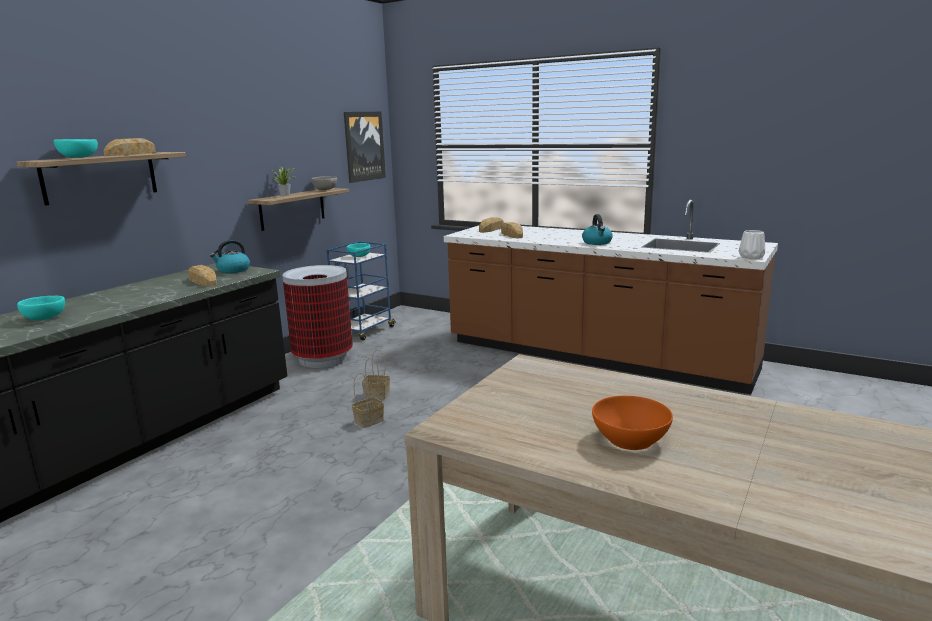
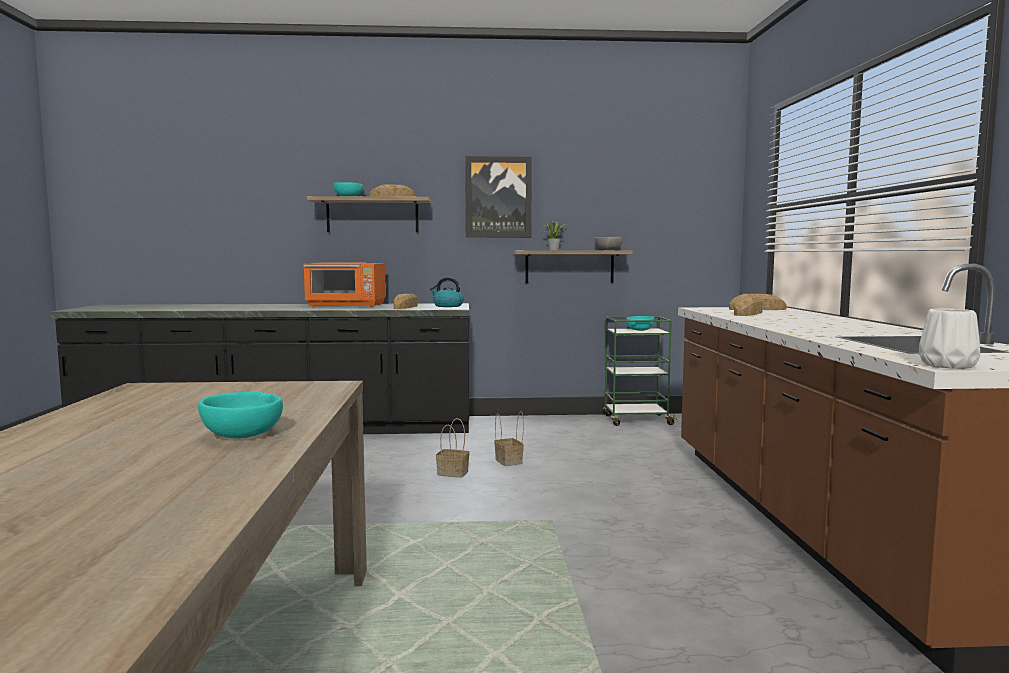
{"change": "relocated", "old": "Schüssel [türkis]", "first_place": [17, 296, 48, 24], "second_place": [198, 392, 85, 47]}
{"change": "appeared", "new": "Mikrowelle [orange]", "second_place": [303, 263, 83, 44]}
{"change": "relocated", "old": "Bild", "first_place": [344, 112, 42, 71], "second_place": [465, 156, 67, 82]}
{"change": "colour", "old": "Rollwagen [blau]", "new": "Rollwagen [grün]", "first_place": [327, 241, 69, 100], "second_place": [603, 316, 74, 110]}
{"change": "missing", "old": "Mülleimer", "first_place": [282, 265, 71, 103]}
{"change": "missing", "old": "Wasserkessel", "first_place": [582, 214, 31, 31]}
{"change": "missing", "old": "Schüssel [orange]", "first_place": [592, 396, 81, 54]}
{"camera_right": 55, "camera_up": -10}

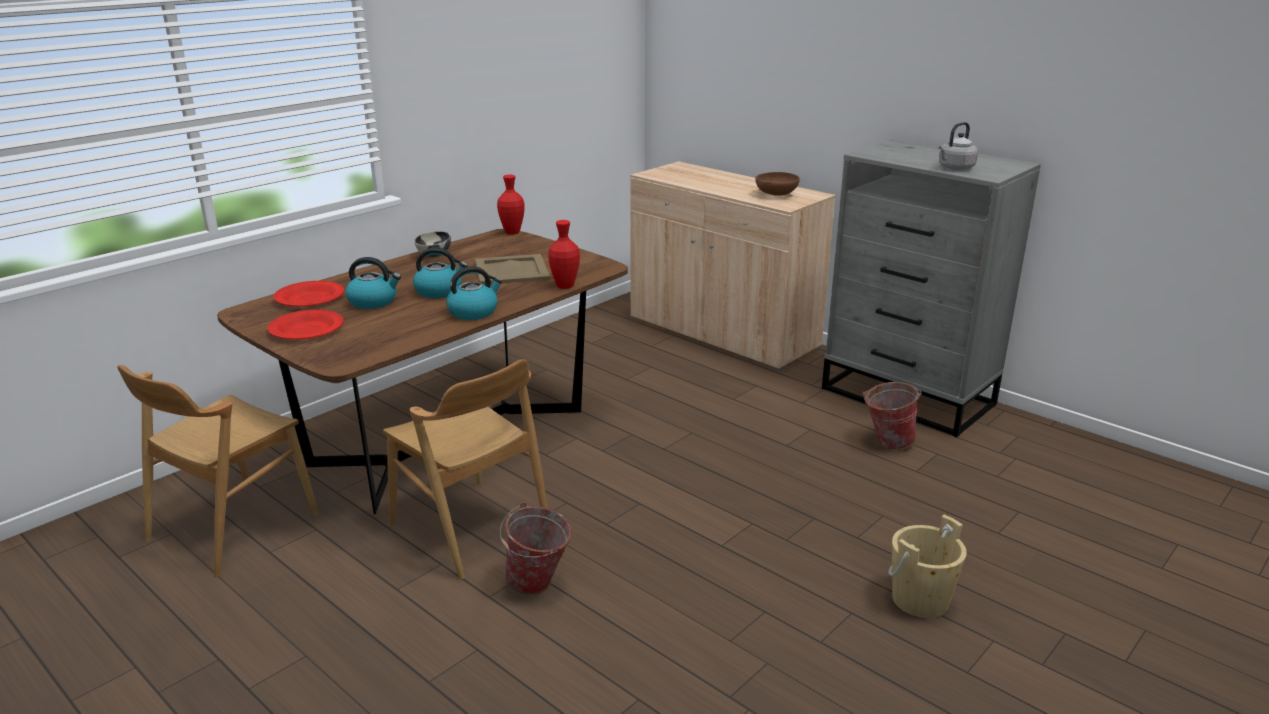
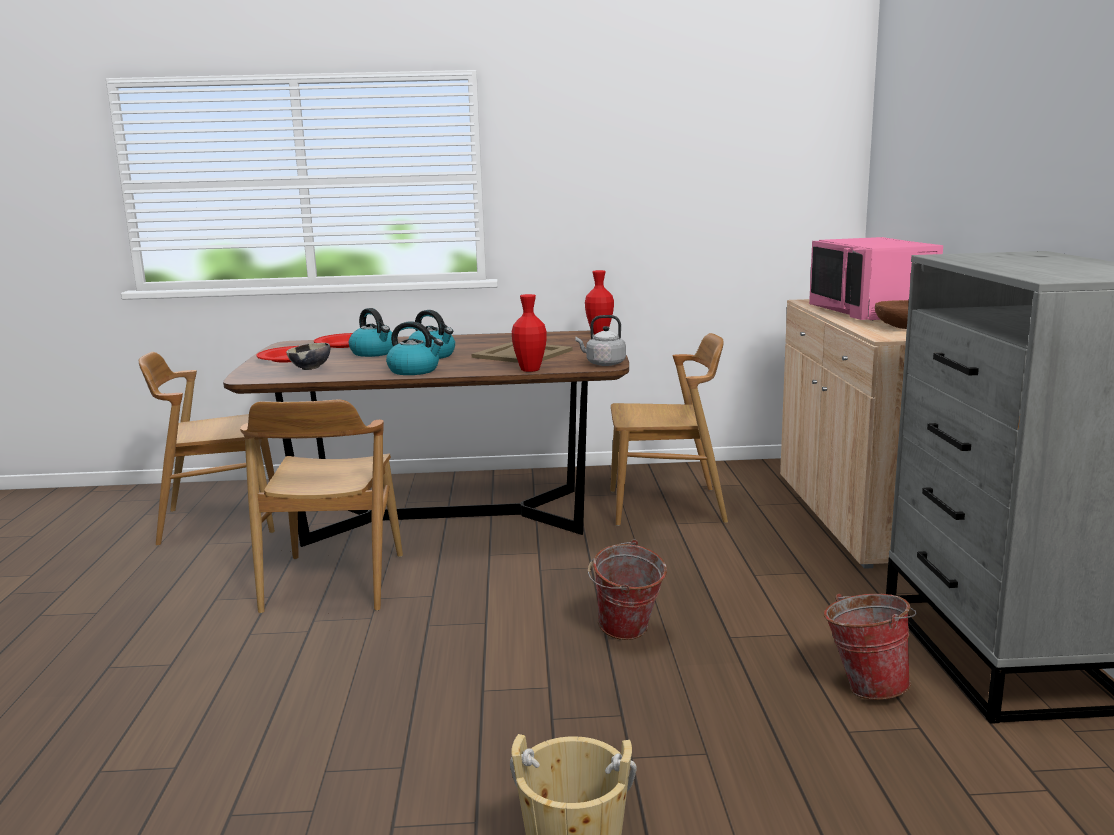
{"change": "relocated", "old": "Schüssel", "first_place": [414, 231, 37, 27], "second_place": [286, 343, 44, 27]}
{"change": "relocated", "old": "Wasserkessel [grau]", "first_place": [938, 122, 40, 48], "second_place": [575, 315, 51, 51]}
{"change": "relocated", "old": "Eimer", "first_place": [500, 502, 72, 92], "second_place": [588, 540, 79, 100]}
{"change": "appeared", "new": "Stuhl [braun]", "second_place": [610, 333, 118, 193]}
{"change": "appeared", "new": "Mikrowelle [rosa]", "second_place": [809, 237, 134, 84]}
{"camera_right": 45, "camera_up": -10}

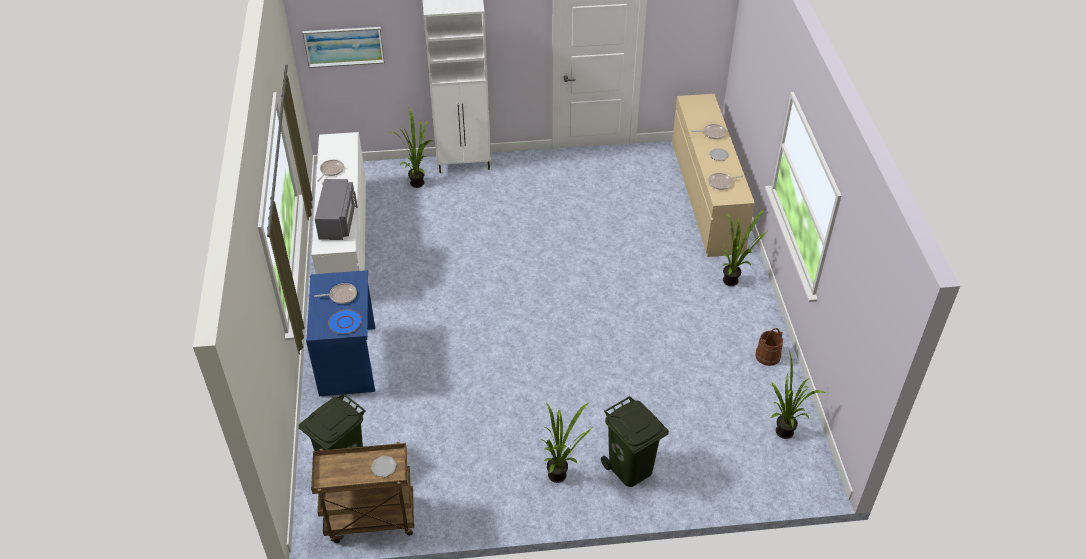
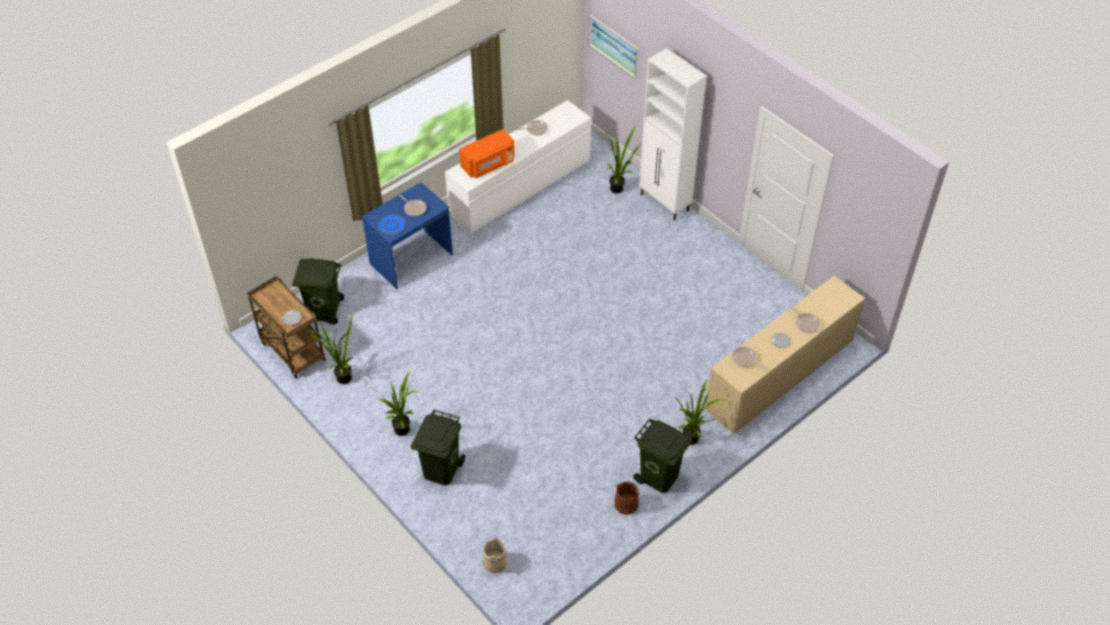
{"change": "relocated", "old": "Topfpflanze", "first_place": [770, 351, 55, 88], "second_place": [306, 314, 47, 70]}
{"change": "colour", "old": "Mikrowelle [grau]", "new": "Mikrowelle [orange]", "first_place": [315, 179, 43, 61], "second_place": [459, 129, 56, 49]}
{"change": "appeared", "new": "Eimer [beige]", "second_place": [482, 536, 26, 37]}
{"change": "appeared", "new": "Mülleimer [grün]", "second_place": [633, 419, 59, 74]}
{"camera_right": 55, "camera_up": 5}

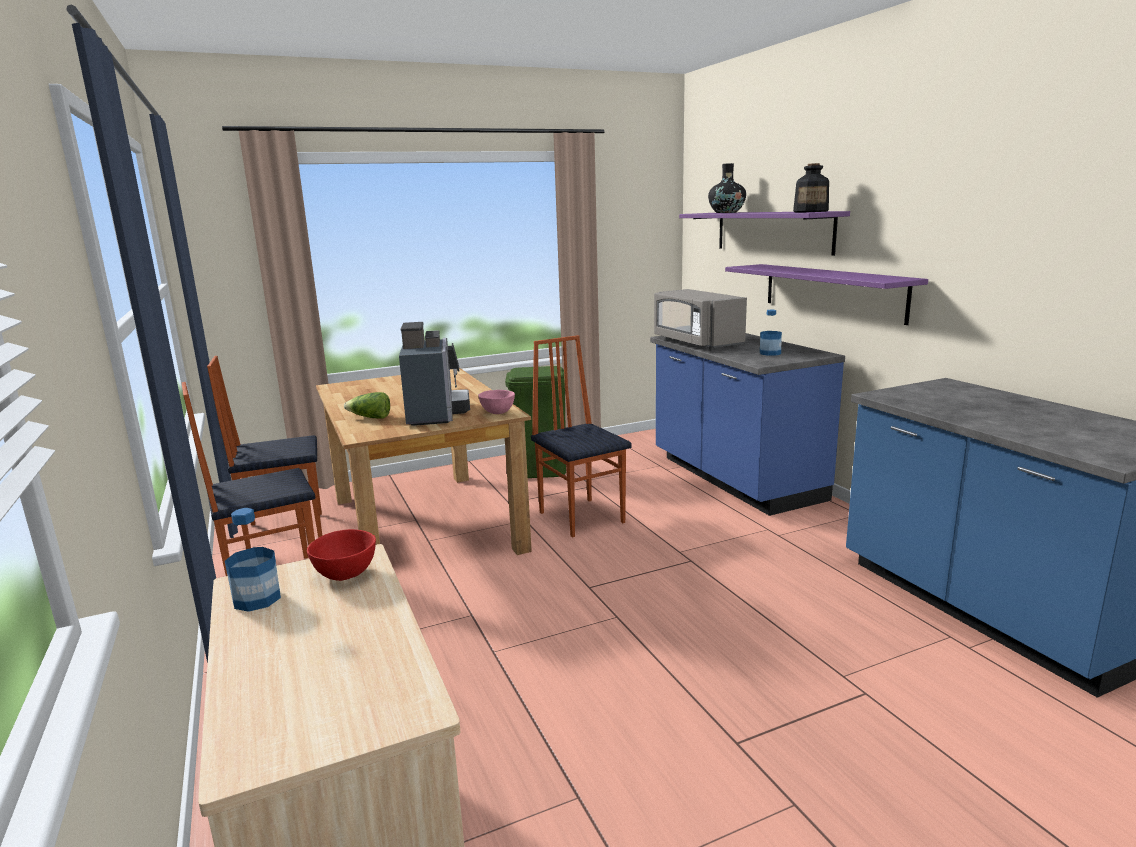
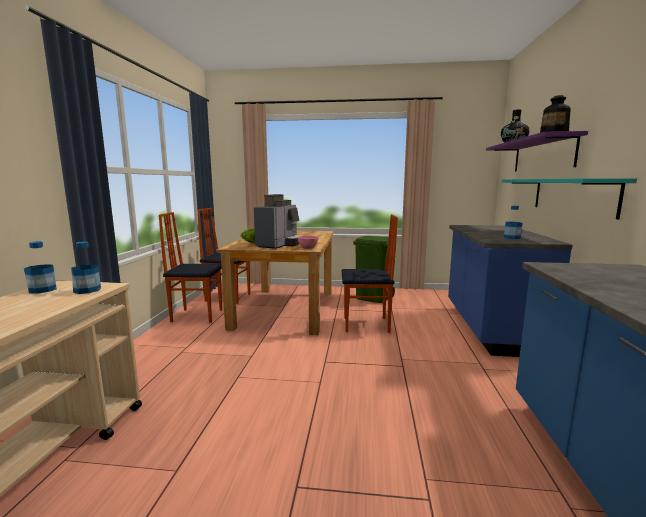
{"change": "exchanged", "old": "Schüssel [rot]", "new": "Flasche", "first_place": [307, 529, 69, 52], "second_place": [71, 241, 30, 53]}
{"change": "spun", "old": "Stuhl", "first_place": [531, 335, 101, 203], "second_place": [342, 214, 56, 119], "degrees": 90}
{"change": "colour", "old": "Wandregal [lila]", "new": "Wandregal [türkis]", "first_place": [725, 264, 203, 61], "second_place": [502, 178, 135, 42]}
{"change": "missing", "old": "Mikrowelle [grau]", "first_place": [654, 289, 93, 61]}
{"camera_right": 30, "camera_up": -5}

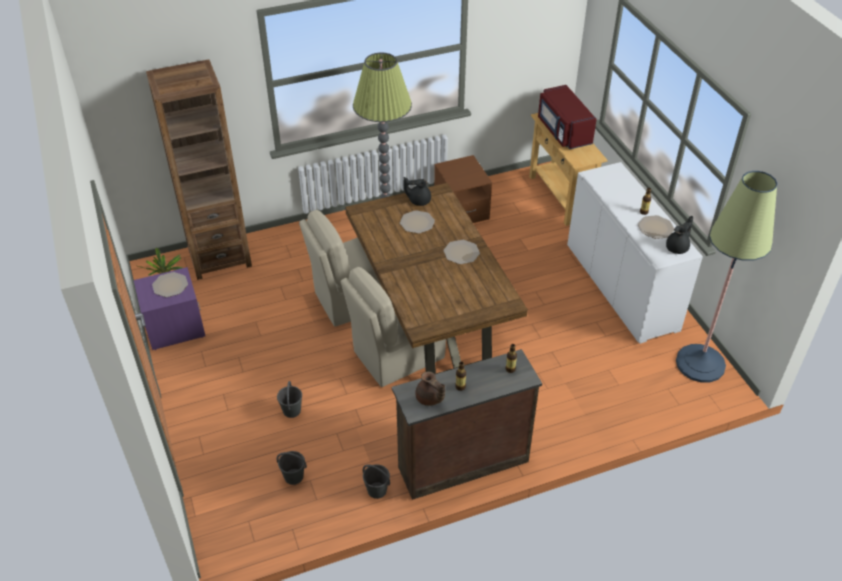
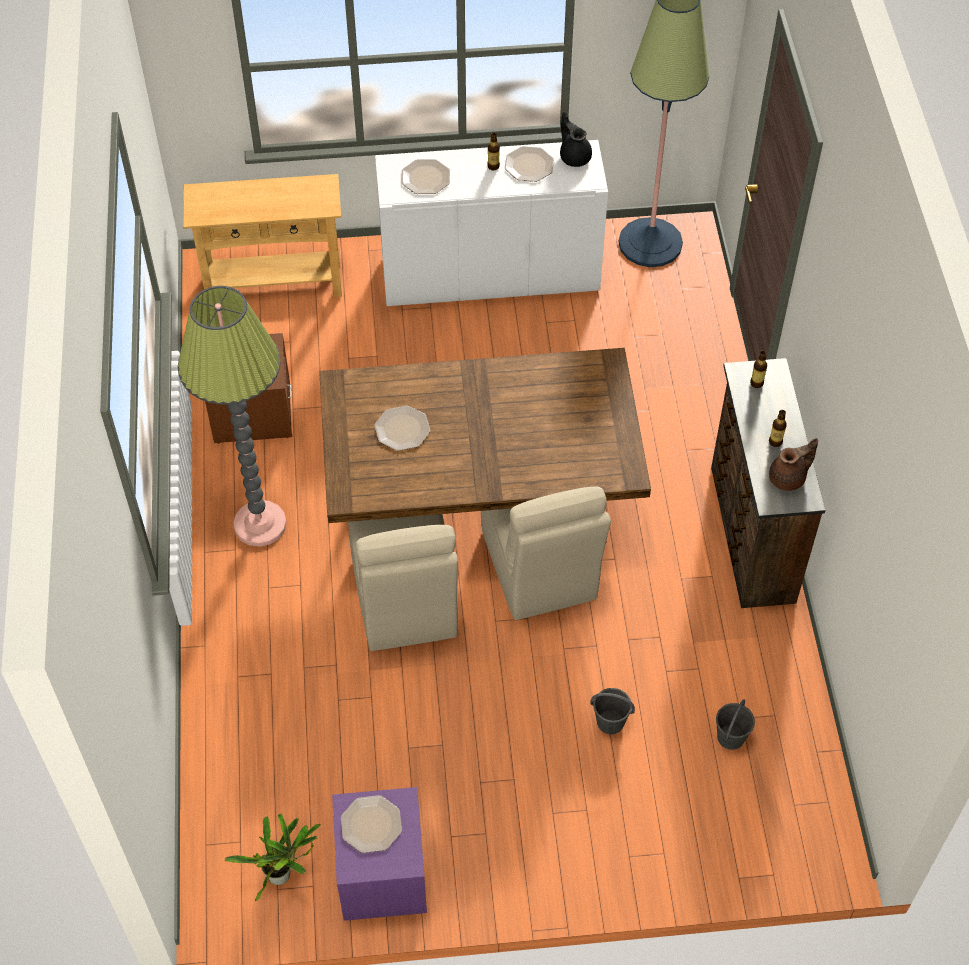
{"change": "relocated", "old": "Teller", "first_place": [444, 240, 36, 24], "second_place": [402, 159, 48, 35]}
{"change": "missing", "old": "Bücherregal [braun]", "first_place": [146, 59, 106, 221]}
{"change": "missing", "old": "Eimer [grau]", "first_place": [363, 464, 27, 35]}
{"change": "missing", "old": "Teekanne [schwarz]", "first_place": [404, 177, 27, 29]}
{"change": "missing", "old": "Mikrowelle [rot]", "first_place": [538, 85, 59, 64]}
{"camera_right": -75, "camera_up": 10}

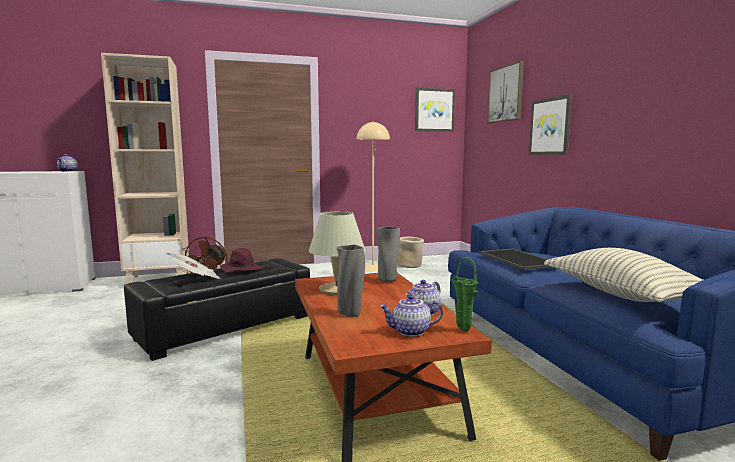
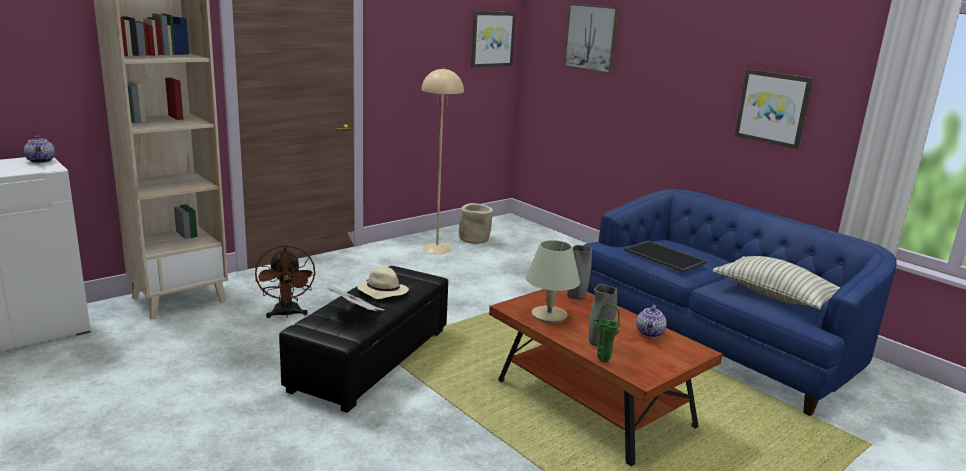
{"change": "colour", "old": "Hut [lila]", "new": "Hut [beige]", "first_place": [220, 248, 42, 25], "second_place": [357, 267, 52, 32]}
{"change": "relocated", "old": "Vase [grün]", "first_place": [452, 257, 27, 75], "second_place": [593, 303, 28, 59]}
{"change": "relocated", "old": "Bild", "first_place": [529, 94, 43, 61], "second_place": [735, 69, 78, 80]}
{"change": "missing", "old": "Teekanne", "first_place": [379, 295, 64, 42]}
{"camera_right": -25, "camera_up": 10}

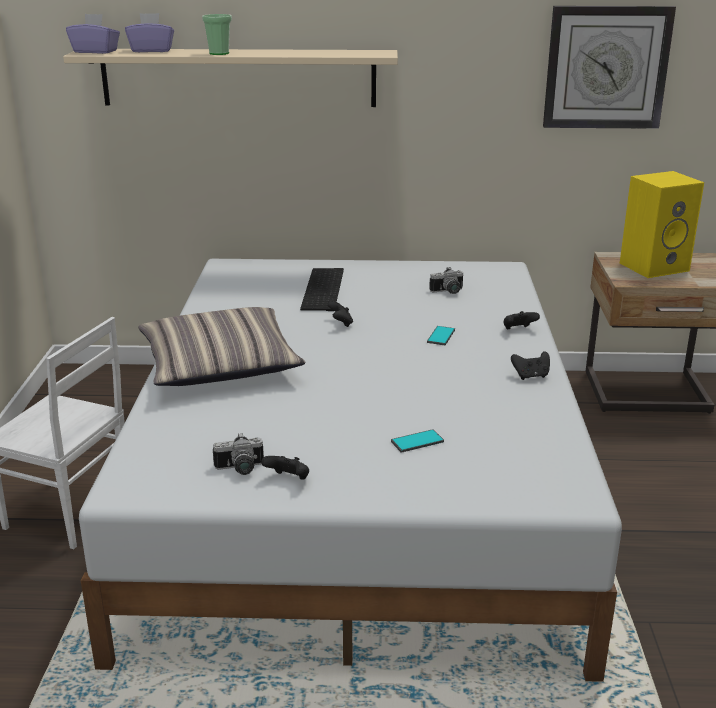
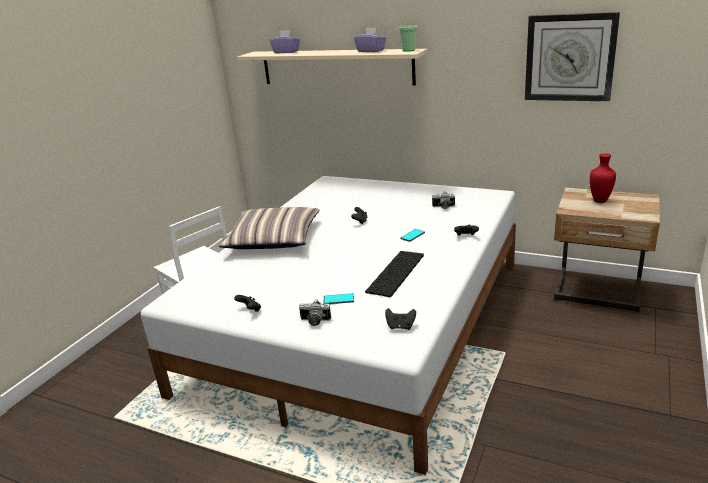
{"change": "relocated", "old": "Kamera", "first_place": [213, 433, 51, 42], "second_place": [299, 299, 32, 27]}
{"change": "relocated", "old": "Taschentuchbox [lila]", "first_place": [66, 14, 54, 40], "second_place": [354, 27, 32, 25]}
{"change": "relocated", "old": "Tastatur", "first_place": [300, 268, 44, 43], "second_place": [365, 251, 59, 46]}
{"change": "relocated", "old": "Gamepad [schwarz]", "first_place": [511, 351, 39, 29], "second_place": [385, 308, 31, 22]}
{"change": "relocated", "old": "Tasse", "first_place": [202, 14, 30, 41], "second_place": [398, 25, 19, 27]}
{"change": "exchanged", "old": "Lautsprecher [gelb]", "new": "Vase [rot]", "first_place": [620, 171, 84, 107], "second_place": [590, 153, 26, 50]}
{"camera_right": 25, "camera_up": 0}

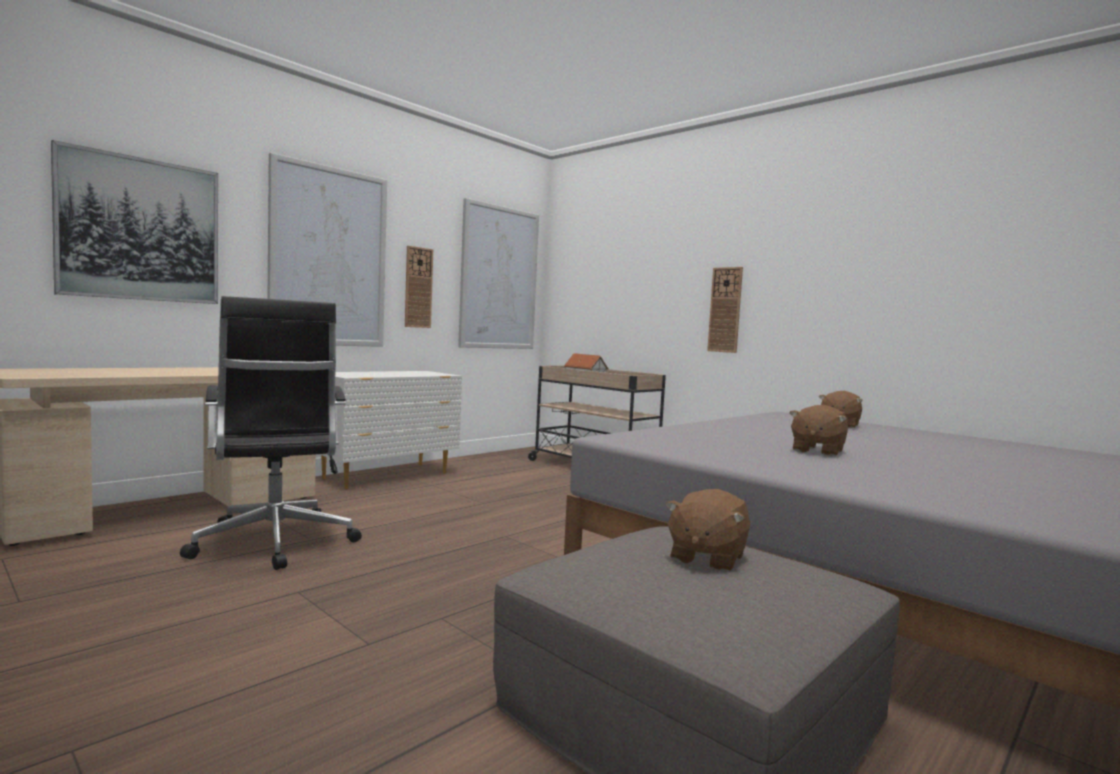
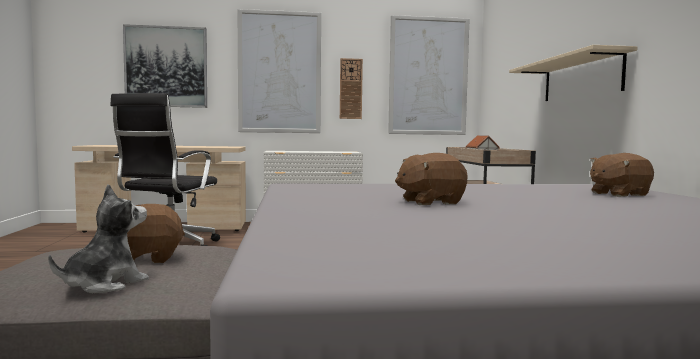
{"change": "appeared", "new": "Plüschtier", "second_place": [48, 184, 101, 109]}
{"change": "exchanged", "old": "Wanduhr", "new": "Wandregal [beige]", "first_place": [707, 267, 36, 86], "second_place": [509, 45, 128, 56]}
{"camera_right": 40, "camera_up": 0}

